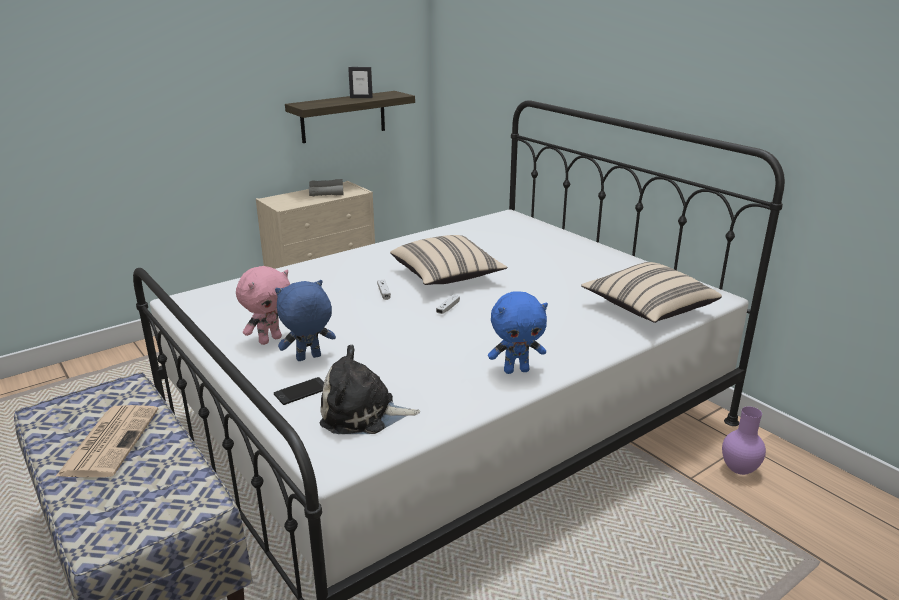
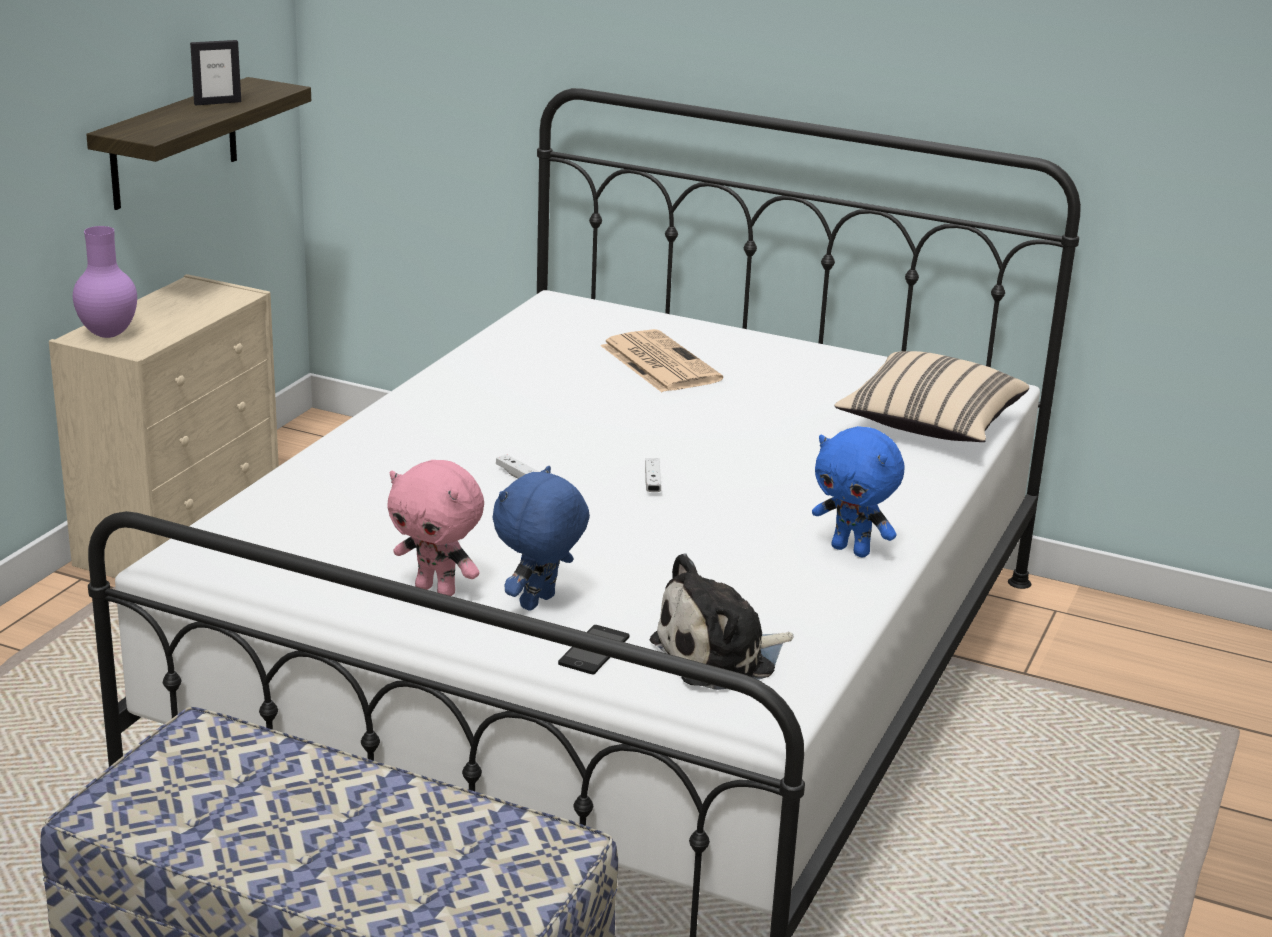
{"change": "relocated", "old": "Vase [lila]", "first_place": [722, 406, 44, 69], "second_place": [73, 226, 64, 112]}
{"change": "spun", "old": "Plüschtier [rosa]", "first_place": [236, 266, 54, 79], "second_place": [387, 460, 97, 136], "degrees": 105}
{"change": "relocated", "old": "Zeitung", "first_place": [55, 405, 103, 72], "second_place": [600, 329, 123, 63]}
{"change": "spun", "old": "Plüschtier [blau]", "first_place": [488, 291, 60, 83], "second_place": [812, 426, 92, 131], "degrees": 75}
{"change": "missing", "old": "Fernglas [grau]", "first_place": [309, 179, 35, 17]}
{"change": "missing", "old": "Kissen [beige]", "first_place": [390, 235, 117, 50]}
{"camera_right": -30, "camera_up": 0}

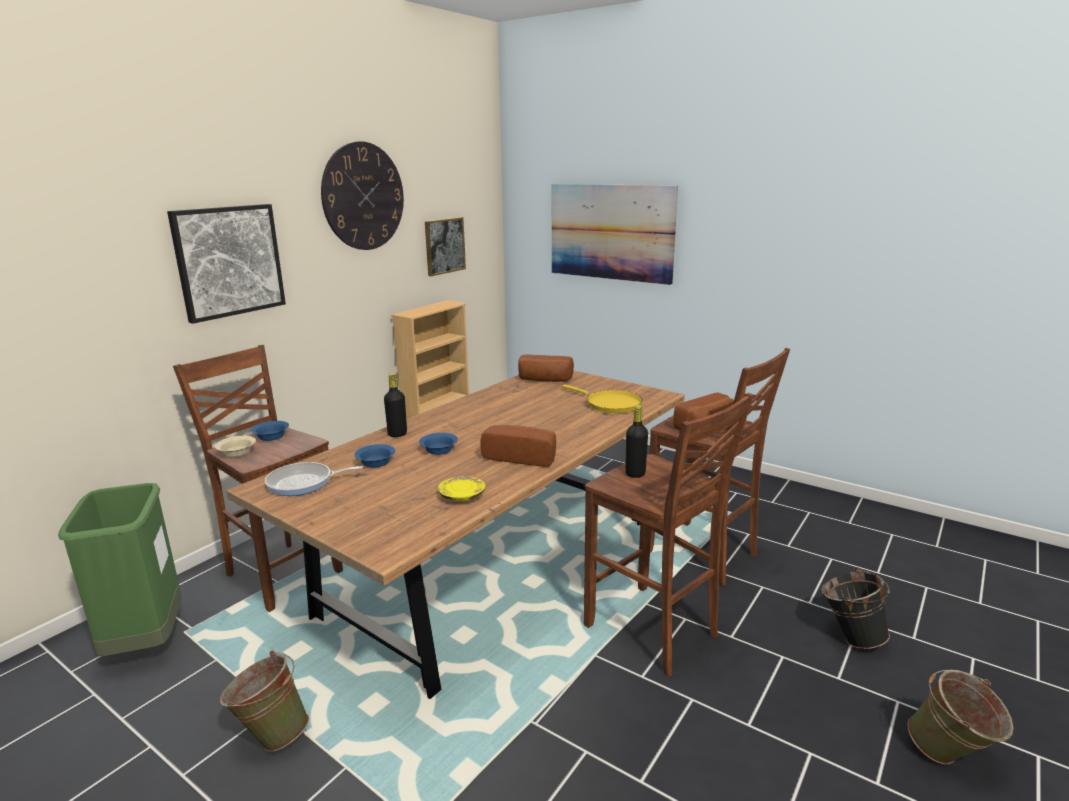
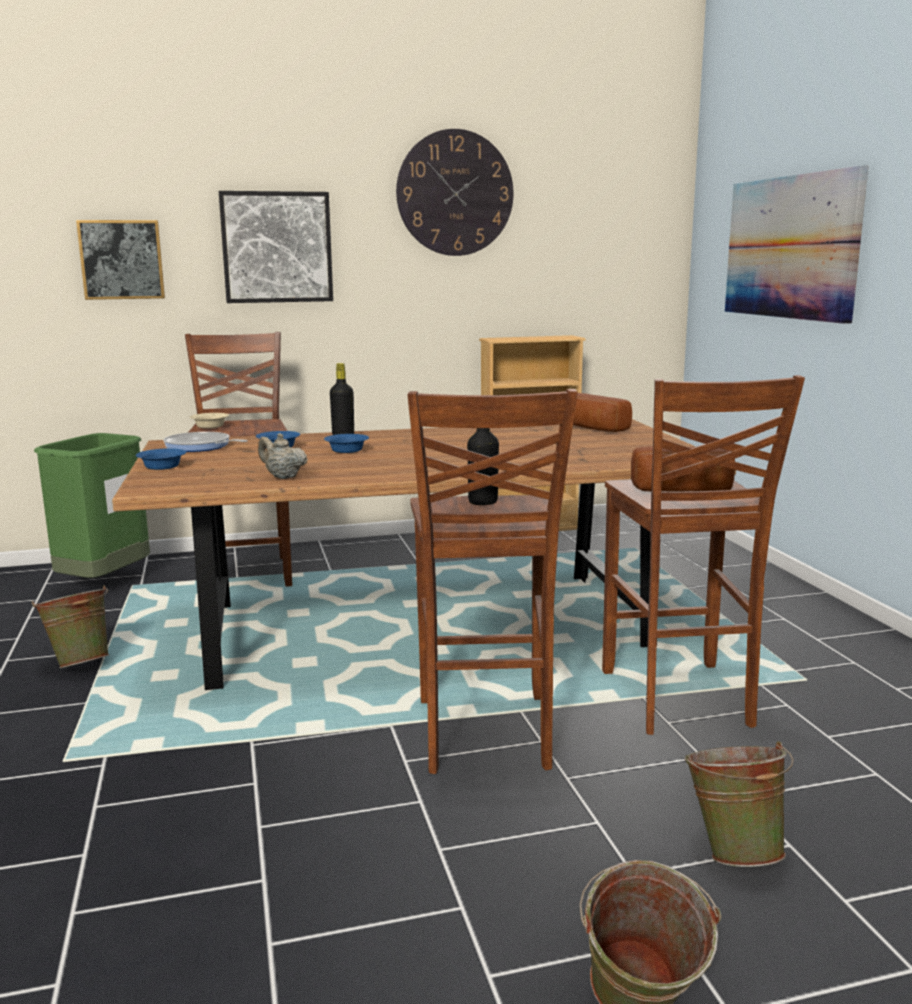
{"change": "relocated", "old": "Bild", "first_place": [425, 217, 41, 59], "second_place": [76, 220, 89, 80]}
{"change": "relocated", "old": "Schüssel [blau]", "first_place": [251, 421, 38, 20], "second_place": [136, 448, 50, 22]}
{"change": "exchanged", "old": "Teller [gelb]", "new": "Teekanne [beige]", "first_place": [438, 476, 47, 25], "second_place": [258, 433, 50, 46]}
{"change": "colour", "old": "Eimer [schwarz]", "new": "Eimer [grün]", "first_place": [822, 568, 68, 81], "second_place": [684, 741, 110, 126]}
{"change": "missing", "old": "Brot", "first_place": [480, 425, 76, 42]}
{"change": "missing", "old": "Pfanne [gelb]", "first_place": [562, 384, 80, 29]}
{"camera_right": 40, "camera_up": -5}

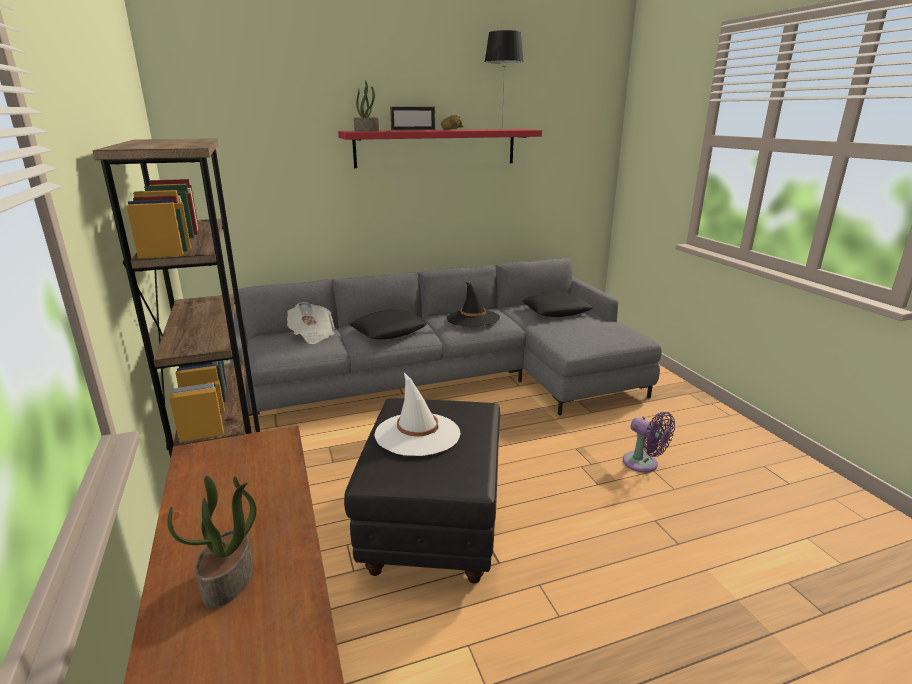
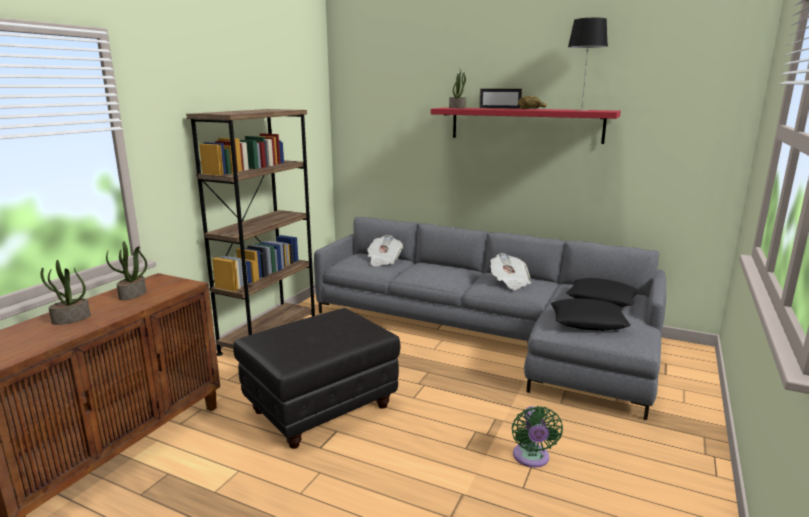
{"change": "appeared", "new": "Topfpflanze", "second_place": [106, 241, 41, 59]}
{"change": "exchanged", "old": "Hut [schwarz]", "new": "Zeitung", "first_place": [446, 281, 54, 46], "second_place": [490, 253, 41, 37]}
{"change": "colour", "old": "Ventilator [lila]", "new": "Ventilator [grün]", "first_place": [623, 412, 52, 61], "second_place": [512, 406, 51, 61]}
{"change": "relocated", "old": "Kissen [schwarz]", "first_place": [349, 309, 79, 31], "second_place": [550, 298, 81, 33]}
{"change": "missing", "old": "Hut [weiß]", "first_place": [374, 373, 87, 83]}
{"camera_right": 45, "camera_up": -5}

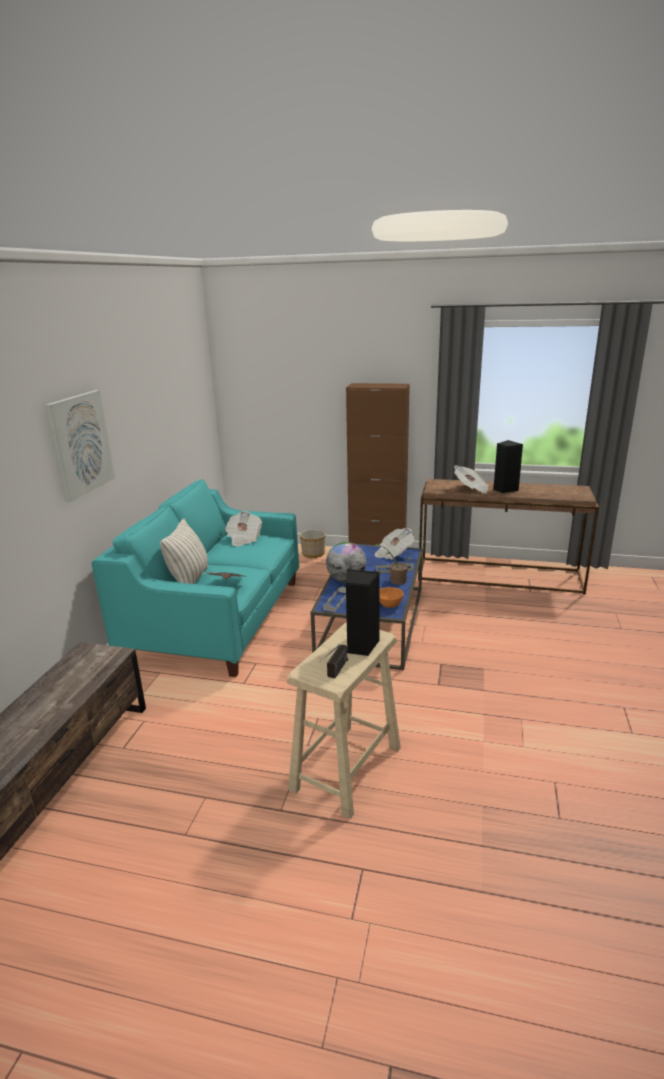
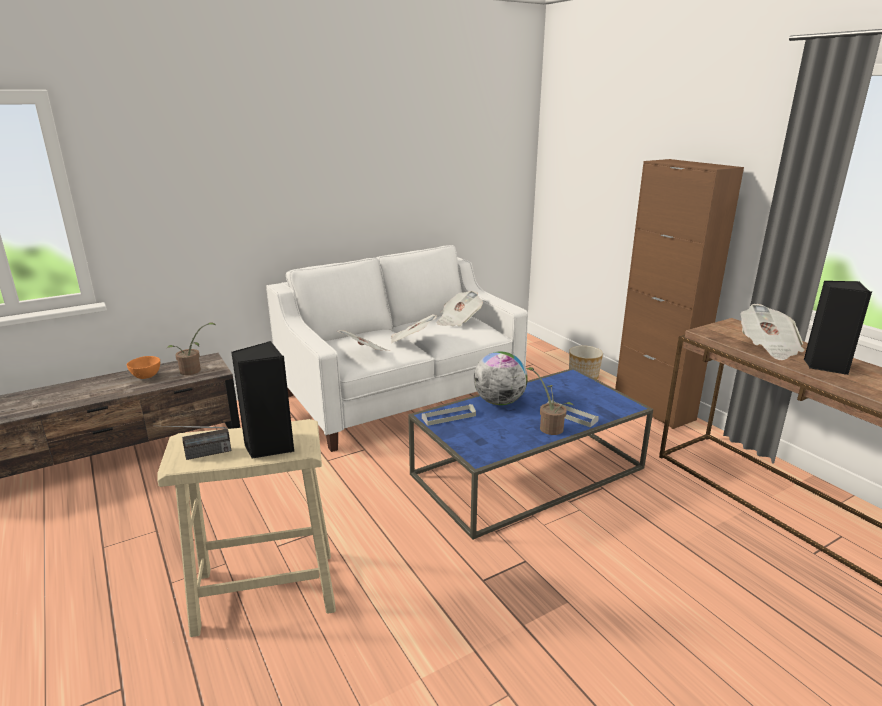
{"change": "relocated", "old": "Schüssel [orange]", "first_place": [379, 587, 24, 21], "second_place": [127, 356, 33, 23]}
{"change": "appeared", "new": "Topfpflanze", "second_place": [166, 323, 49, 52]}
{"change": "colour", "old": "Sofa [türkis]", "new": "Sofa [weiß]", "first_place": [91, 479, 208, 198], "second_place": [266, 245, 262, 207]}
{"change": "relocated", "old": "Zeitung", "first_place": [374, 528, 41, 31], "second_place": [391, 314, 46, 29]}
{"change": "missing", "old": "Bild", "first_place": [45, 390, 70, 112]}
{"change": "missing", "old": "Kissen", "first_place": [160, 518, 48, 66]}
{"camera_right": 45, "camera_up": 0}

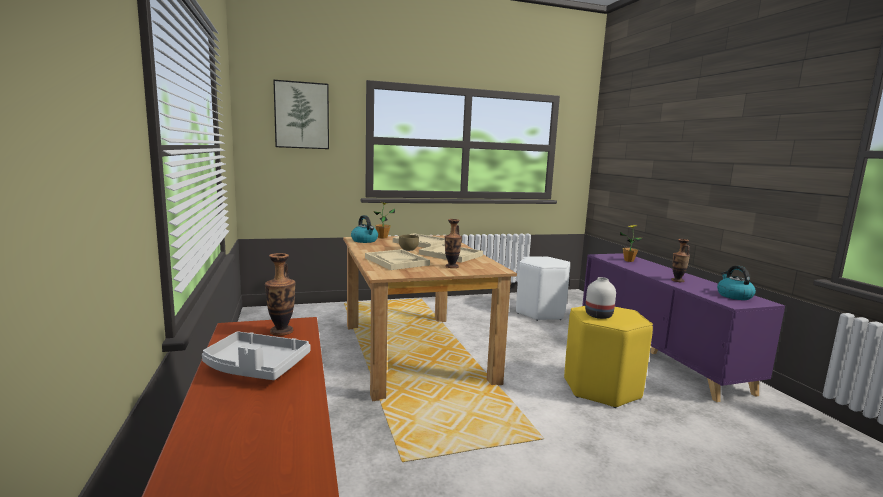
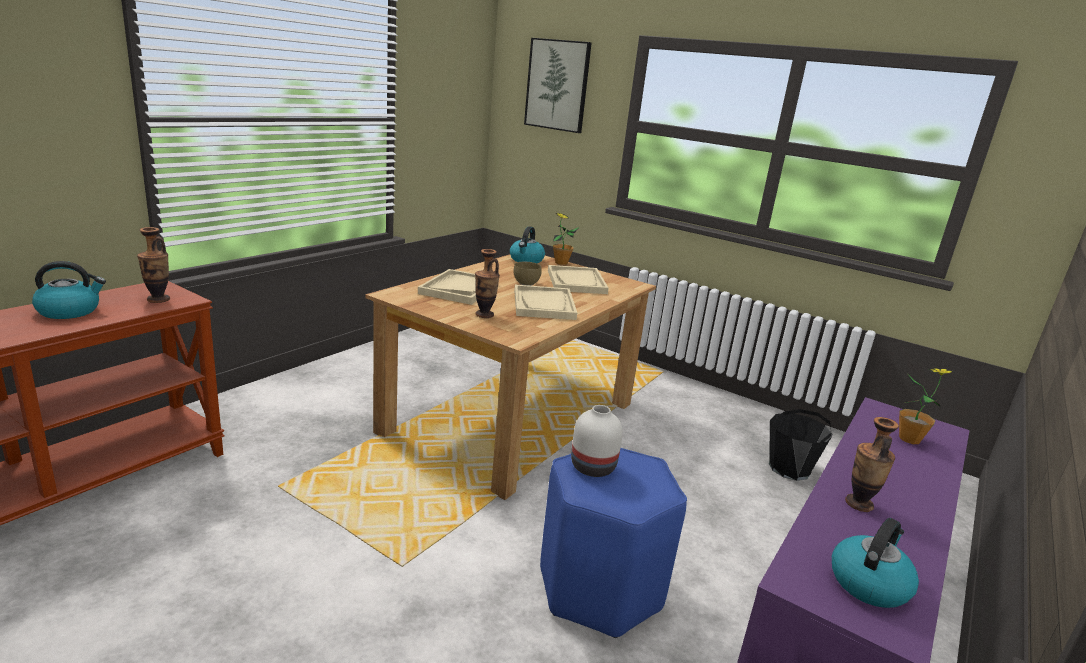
{"change": "exchanged", "old": "Tablett [grau]", "new": "Wasserkessel", "first_place": [202, 331, 109, 49], "second_place": [32, 261, 74, 58]}
{"change": "colour", "old": "Hocker [gelb]", "new": "Hocker [blau]", "first_place": [564, 306, 89, 102], "second_place": [540, 448, 147, 190]}
{"change": "exchanged", "old": "Hocker [weiß]", "new": "Eimer [schwarz]", "first_place": [516, 257, 54, 64], "second_place": [769, 409, 64, 72]}
{"camera_right": 50, "camera_up": 10}

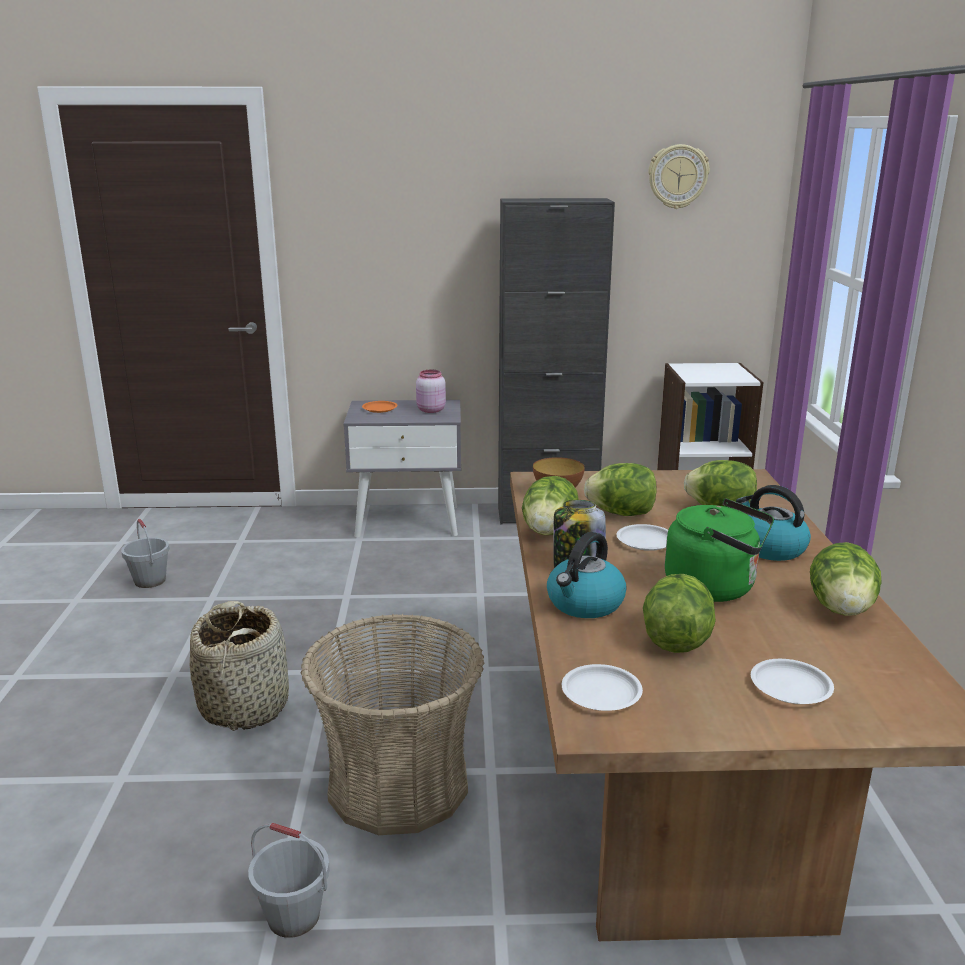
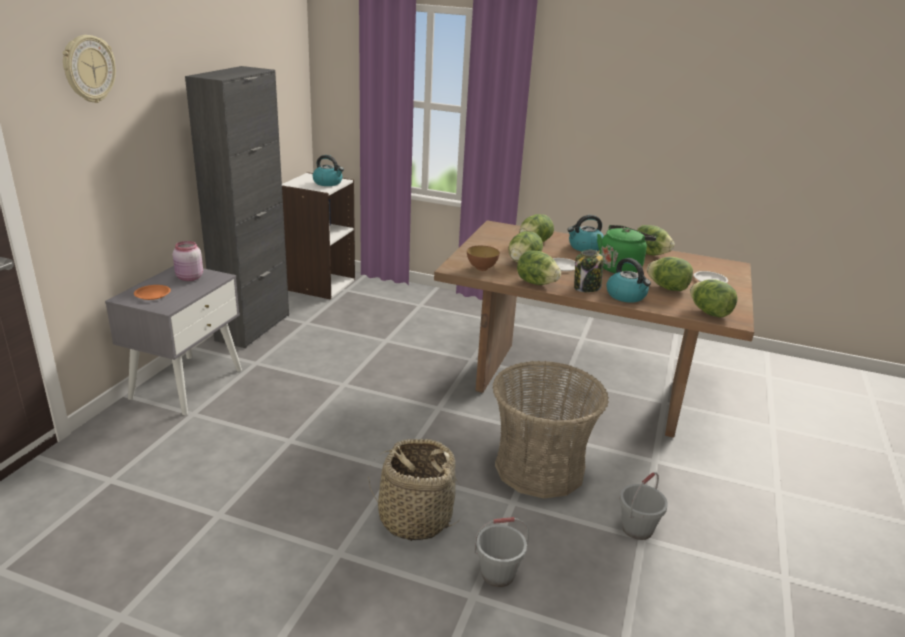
{"change": "relocated", "old": "Wanduhr", "first_place": [648, 144, 62, 65], "second_place": [63, 35, 53, 68]}
{"change": "appeared", "new": "Wasserkessel", "second_place": [313, 155, 31, 31]}
{"change": "relocated", "old": "Eimer [grau]", "first_place": [121, 519, 49, 69], "second_place": [474, 517, 55, 70]}
{"change": "exchanged", "old": "Teller [weiß]", "new": "Salatkopf", "first_place": [562, 664, 81, 47], "second_place": [690, 279, 48, 38]}
{"camera_right": -70, "camera_up": 5}

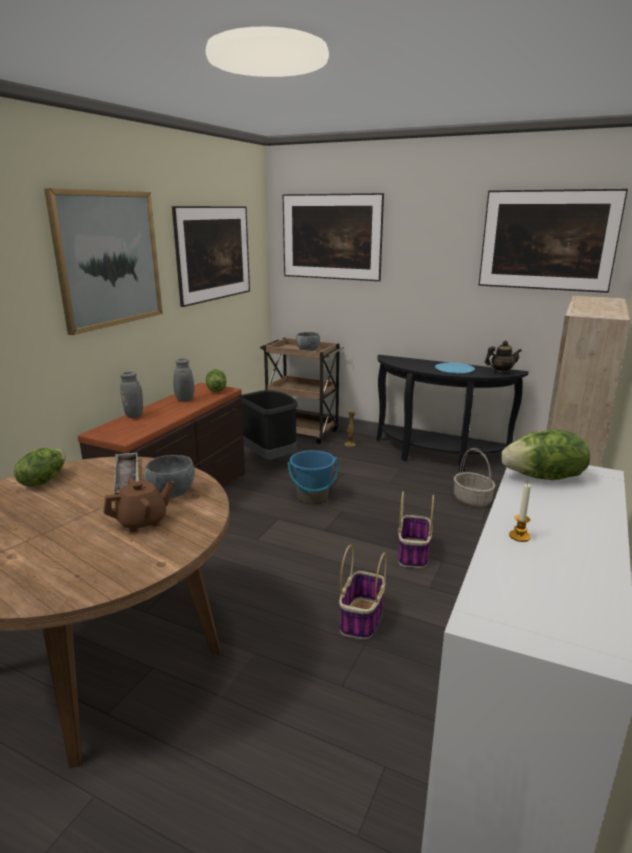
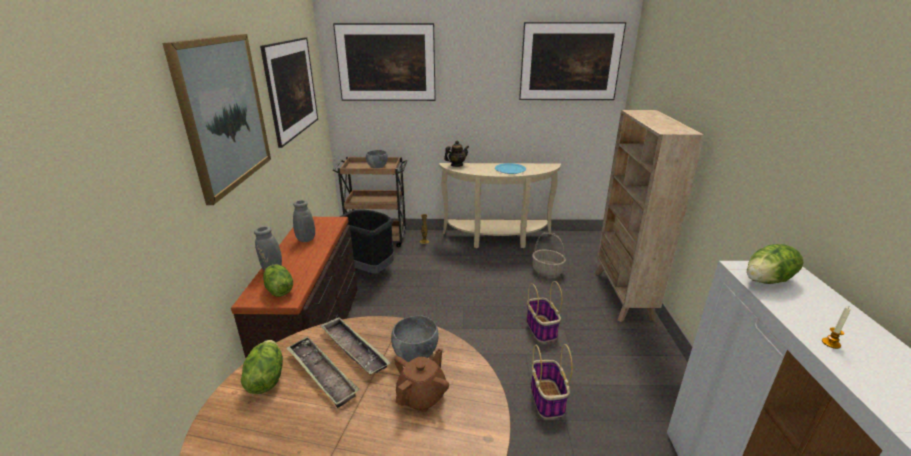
{"change": "relocated", "old": "Salatkopf", "first_place": [206, 369, 20, 23], "second_place": [263, 265, 30, 32]}
{"change": "appeared", "new": "Tablett", "second_place": [286, 336, 73, 72]}
{"change": "colour", "old": "Konsolentisch [schwarz]", "new": "Konsolentisch [beige]", "first_place": [376, 355, 153, 117], "second_place": [439, 163, 122, 85]}
{"change": "relocated", "old": "Teekanne", "first_place": [485, 340, 37, 34], "second_place": [444, 141, 25, 26]}
{"change": "missing", "old": "Eimer [blau]", "first_place": [287, 450, 51, 54]}
{"camera_right": -25, "camera_up": 5}

